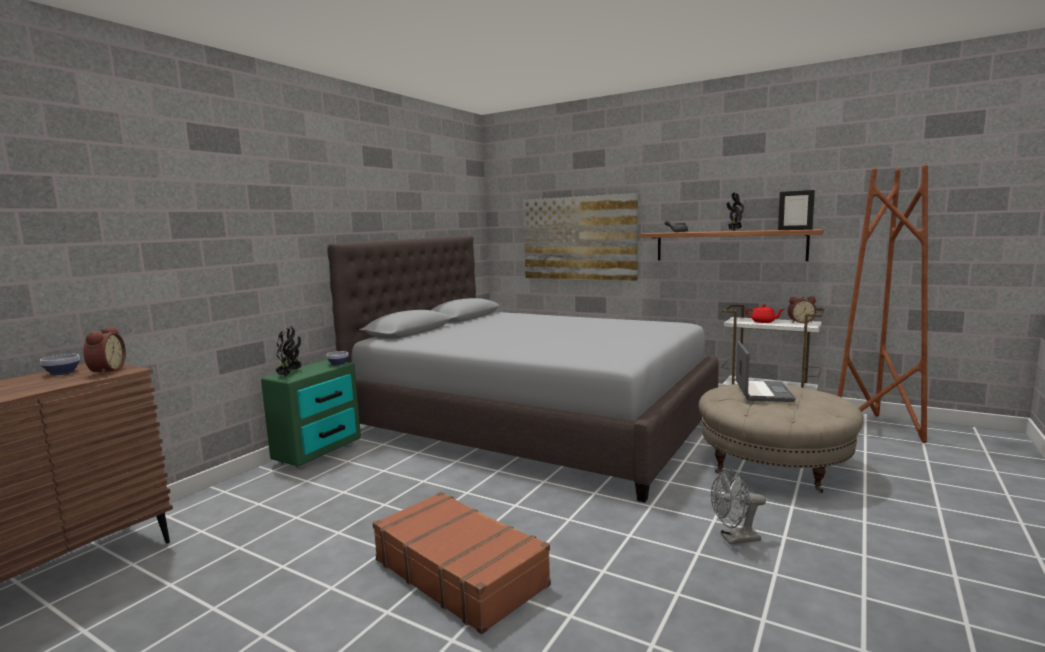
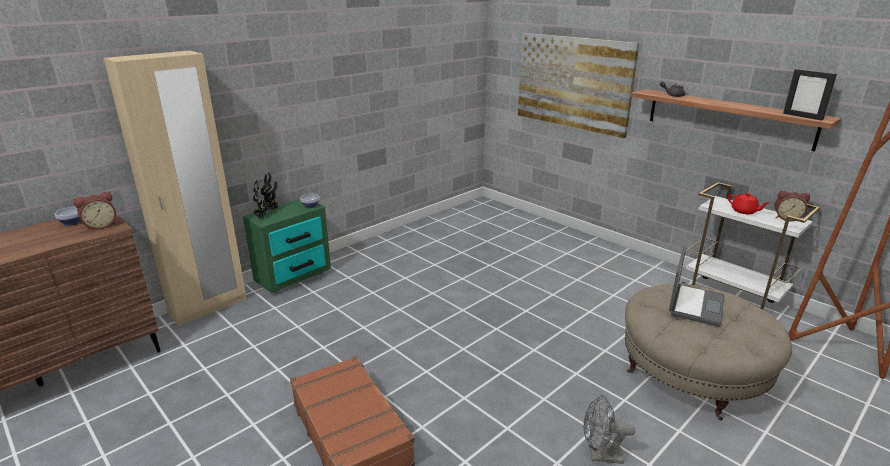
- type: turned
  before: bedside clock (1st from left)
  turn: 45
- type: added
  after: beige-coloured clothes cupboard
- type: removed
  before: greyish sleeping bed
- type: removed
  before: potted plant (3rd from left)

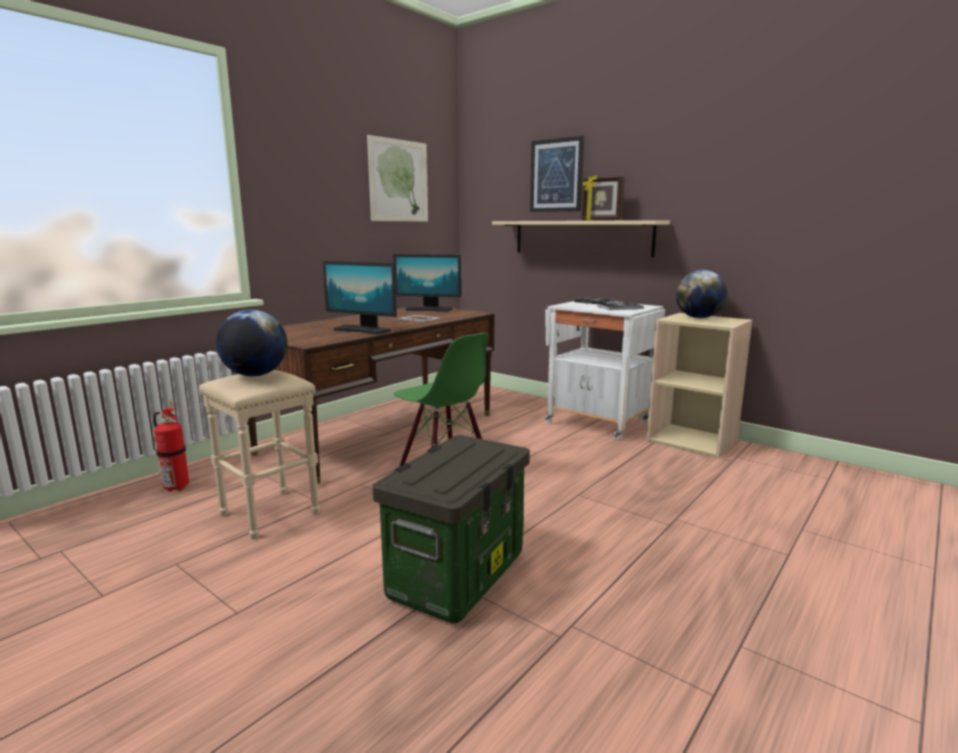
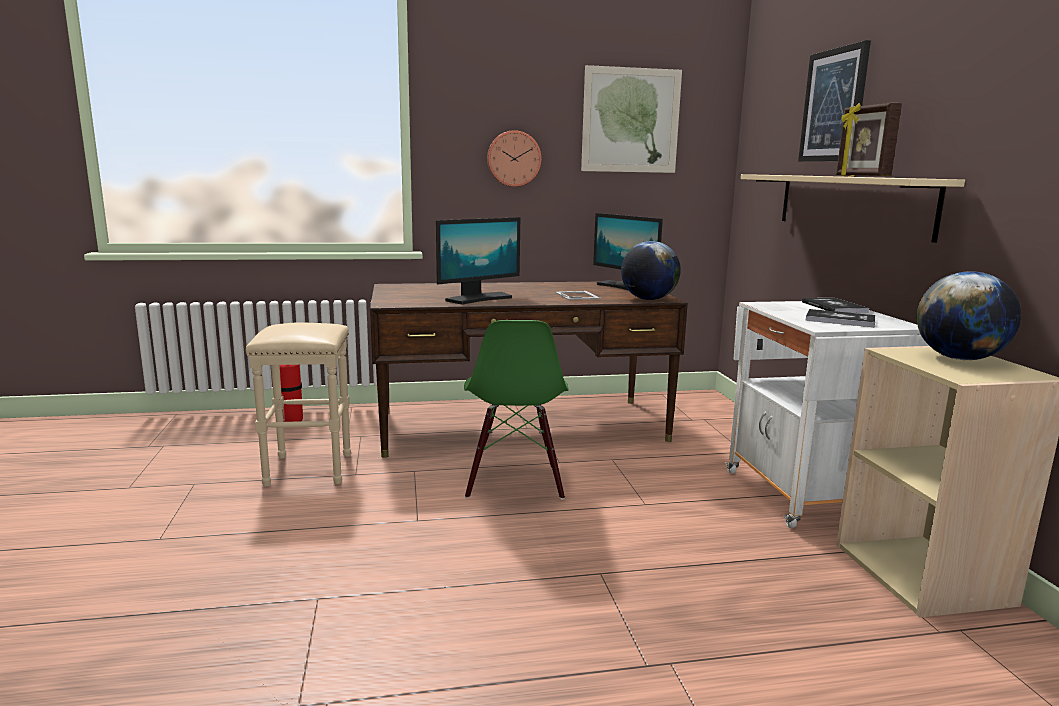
- type: turned
  before: monitor (1st from left)
  turn: -105
- type: added
  after: clock on the wall
- type: moved
  before: desk globe (1st from left)
- type: removed
  before: storage box

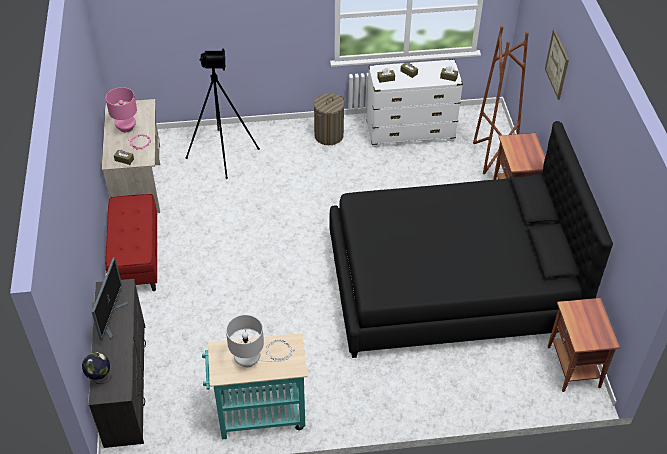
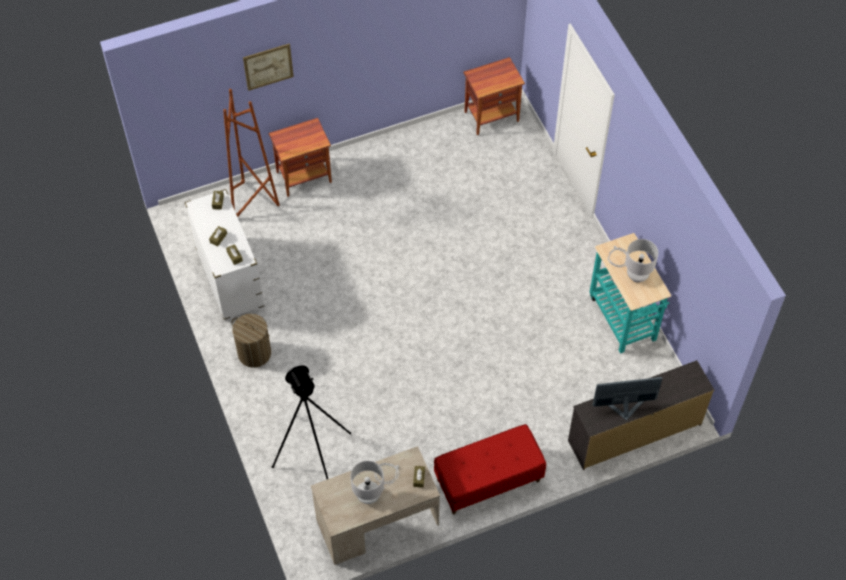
- type: recoloured
  before: pinkish lamp for a table
  after: white lamp for a table (1st from left)
- type: removed
  before: desk globe
- type: removed
  before: blackish sleeping bed

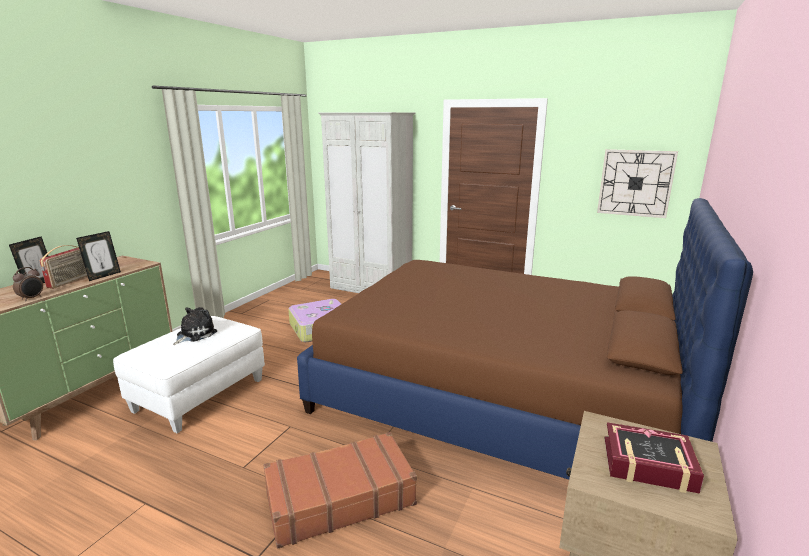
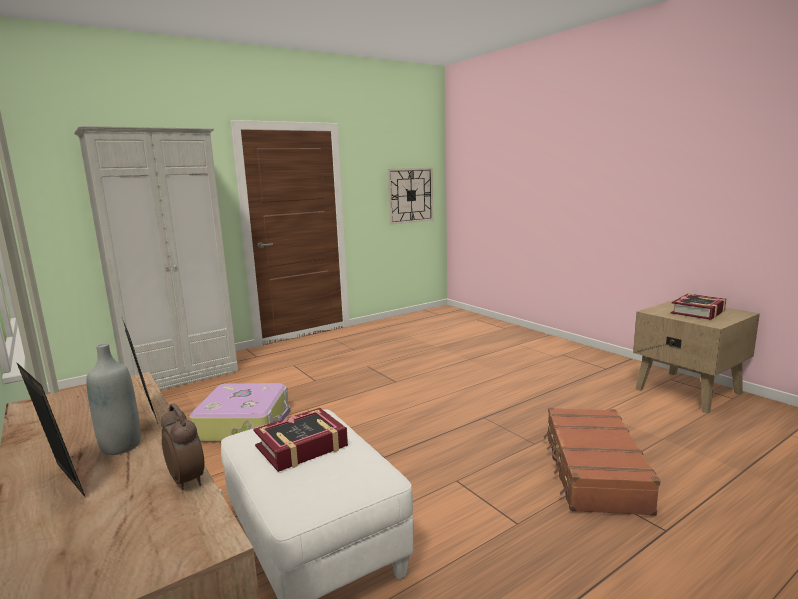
- type: replaced
  before: radio
  after: greyish beverage bottle
- type: replaced
  before: plush toy
  after: bound book (1st from left)
- type: removed
  before: brownish sleeping bed

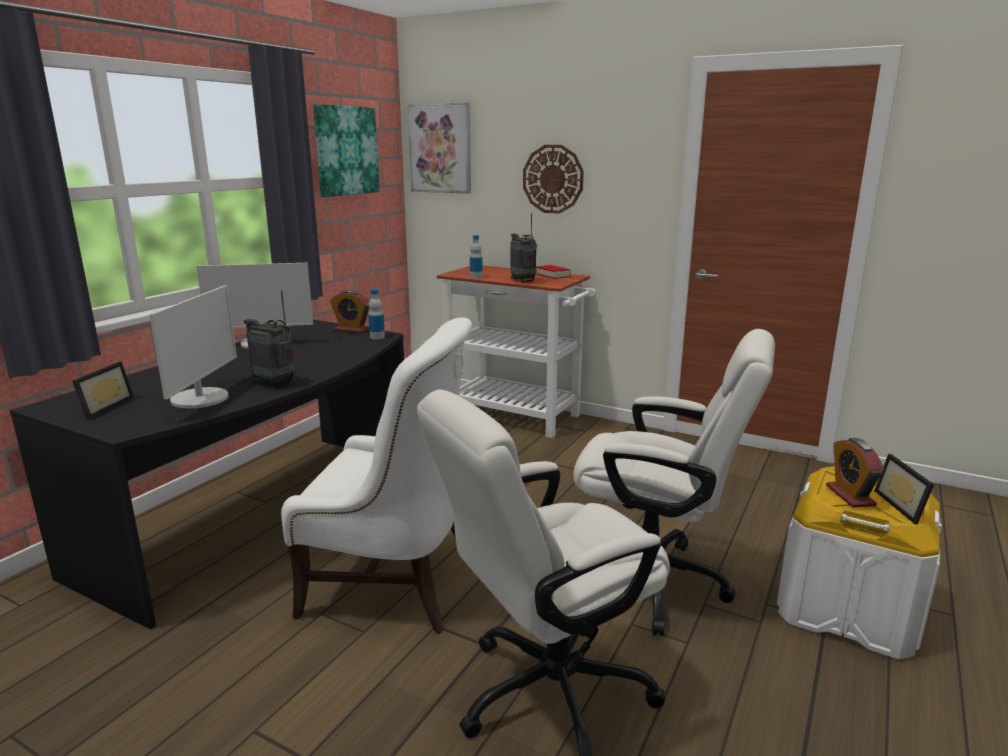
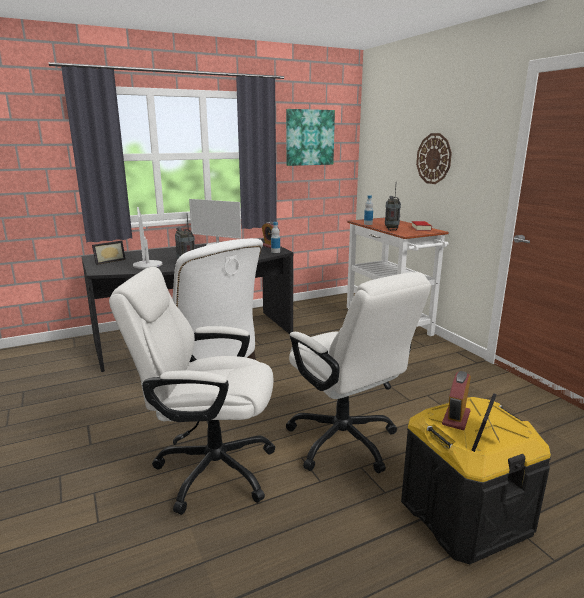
- type: turned
  before: monitor (1st from left)
  turn: 120
- type: recoloured
  before: white storage box
  after: blackish storage box
- type: removed
  before: picture (2nd from left)

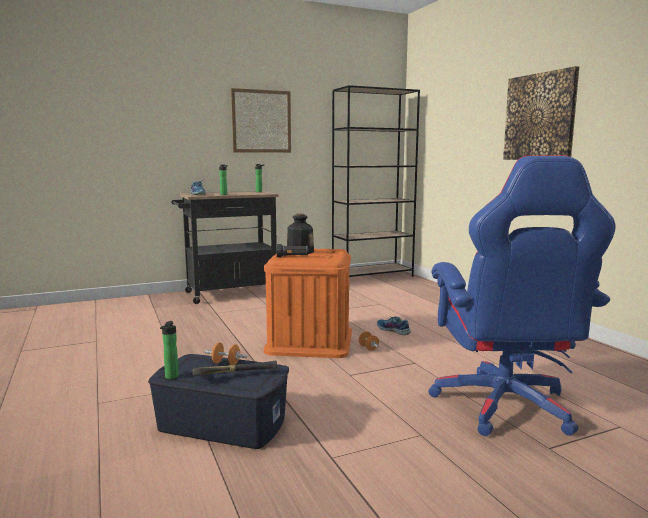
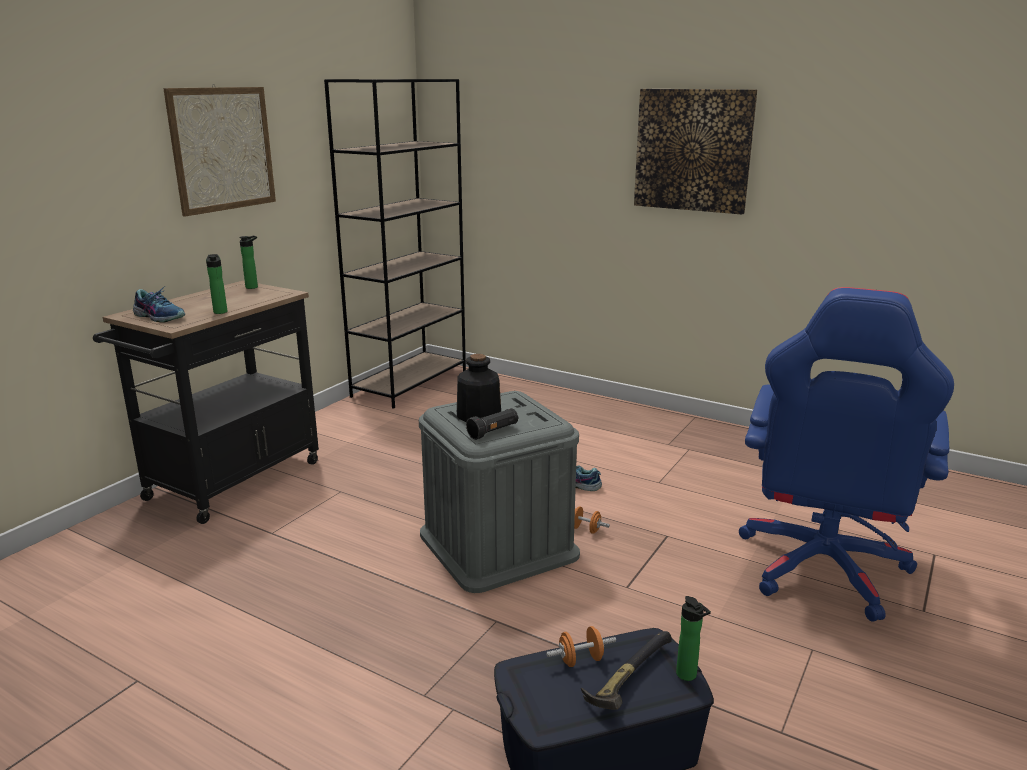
- type: recoloured
  before: orange-coloured storage box
  after: greyish storage box
- type: moved
  before: beverage bottle (1st from left in the first image)
  after: beverage bottle (4th from left)
- type: turned
  before: blue office chair
  turn: 60

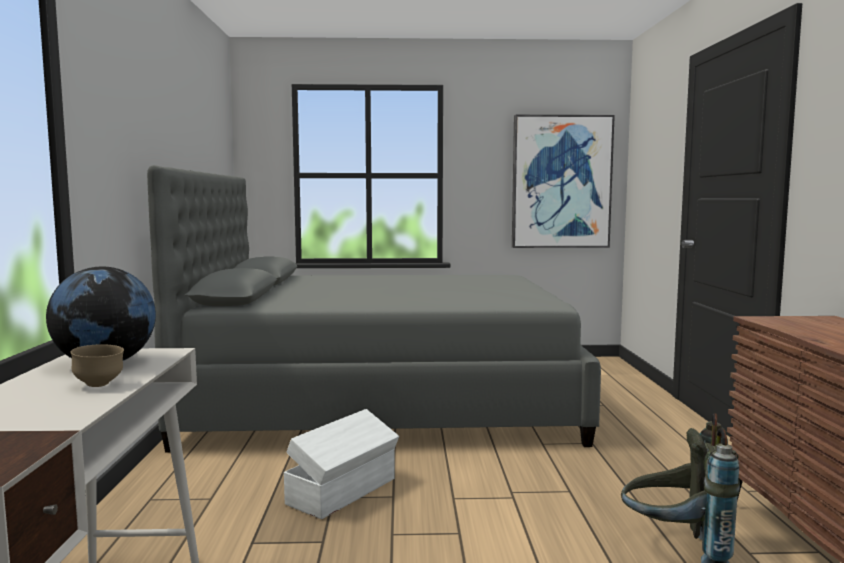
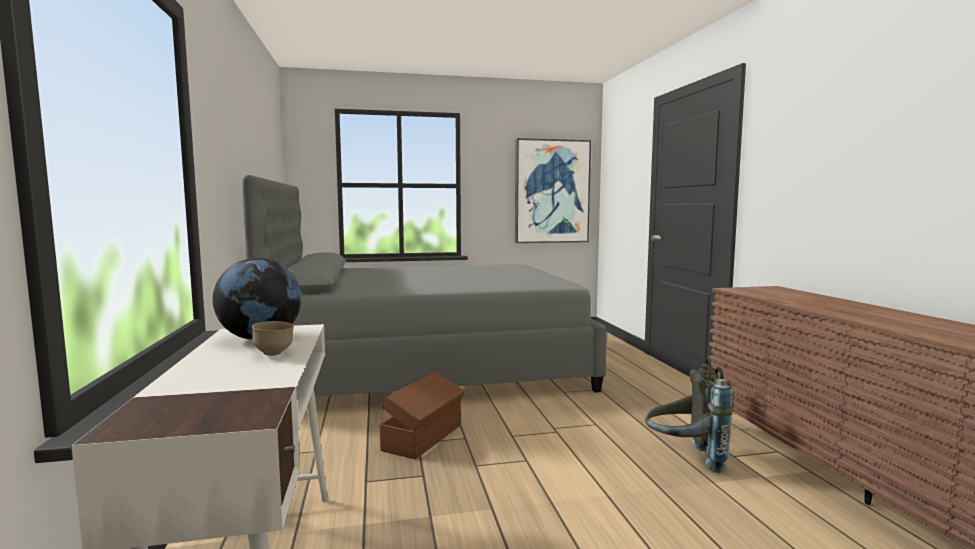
- type: recoloured
  before: white storage box
  after: brownish storage box

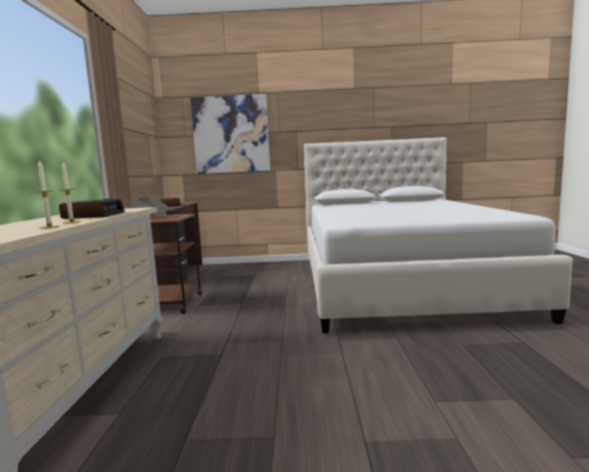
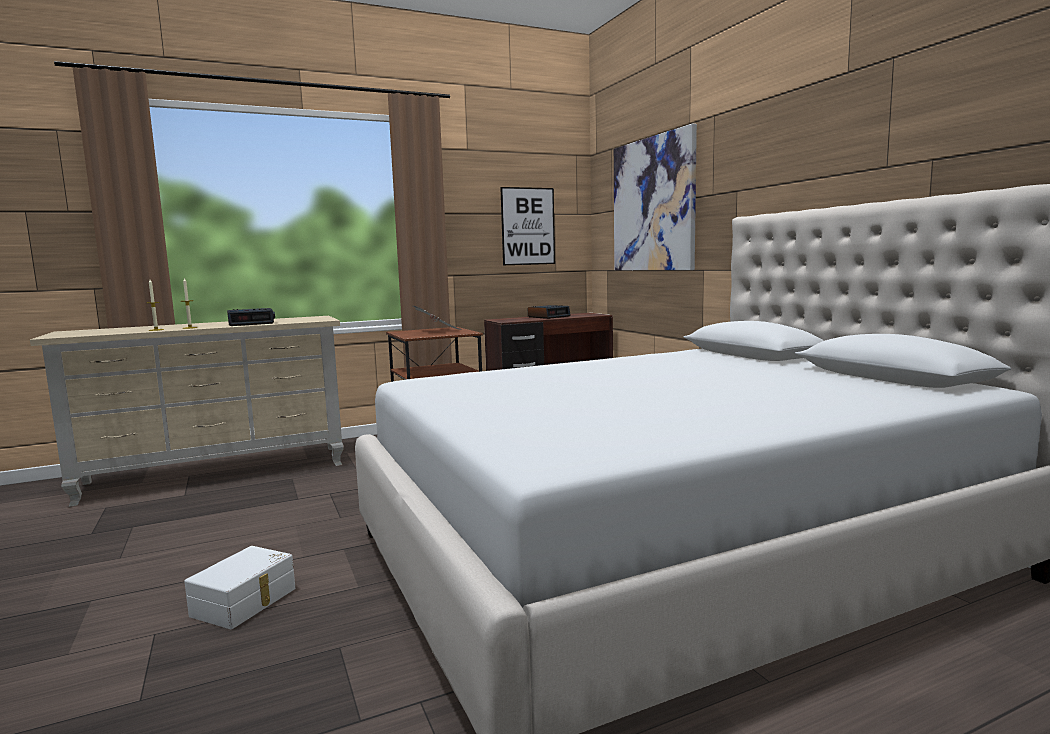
- type: added
  after: white storage box
- type: added
  after: picture (1st from left)

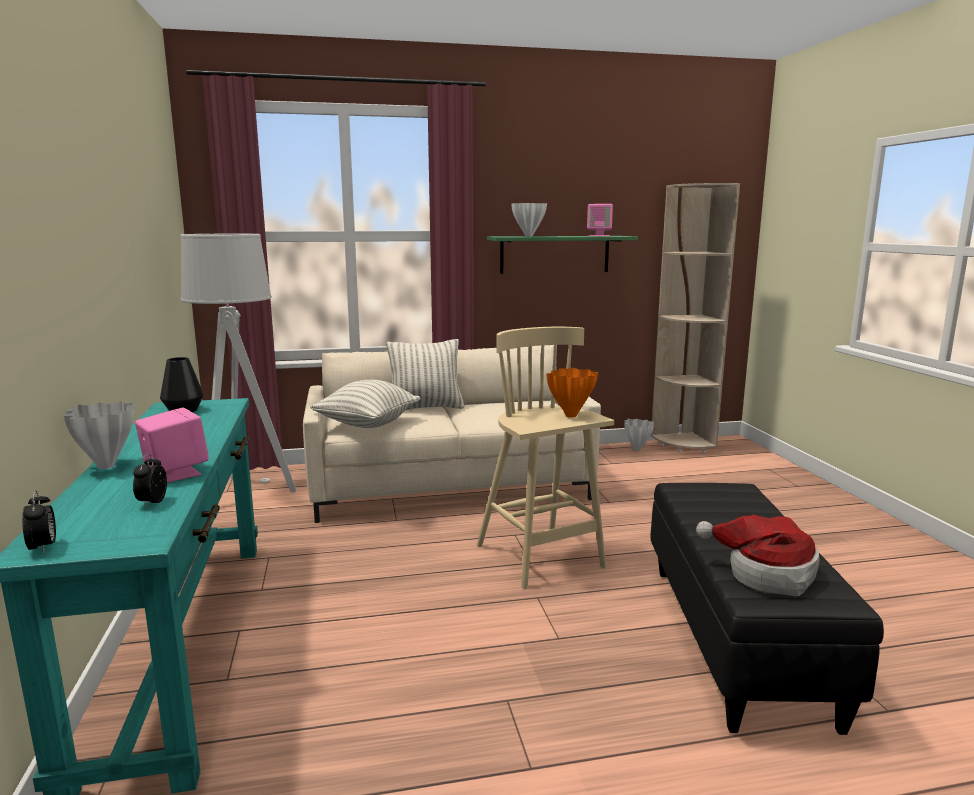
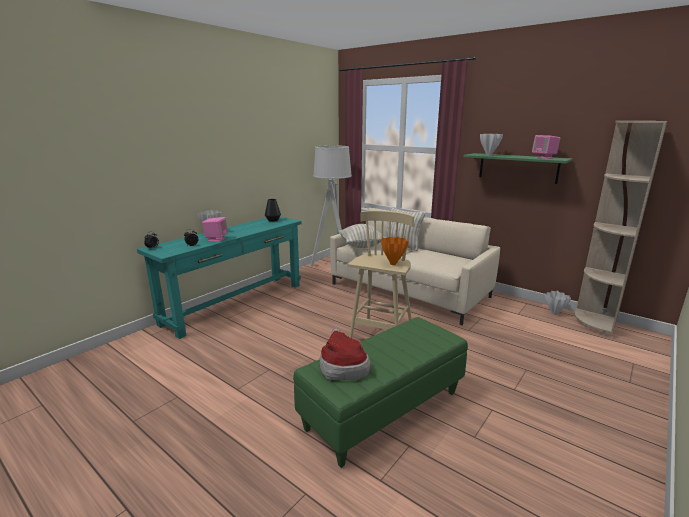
- type: recoloured
  before: blackish footrest
  after: green footrest

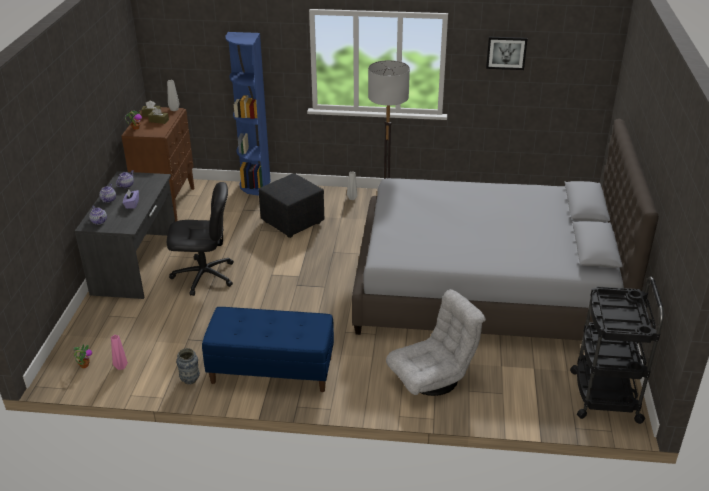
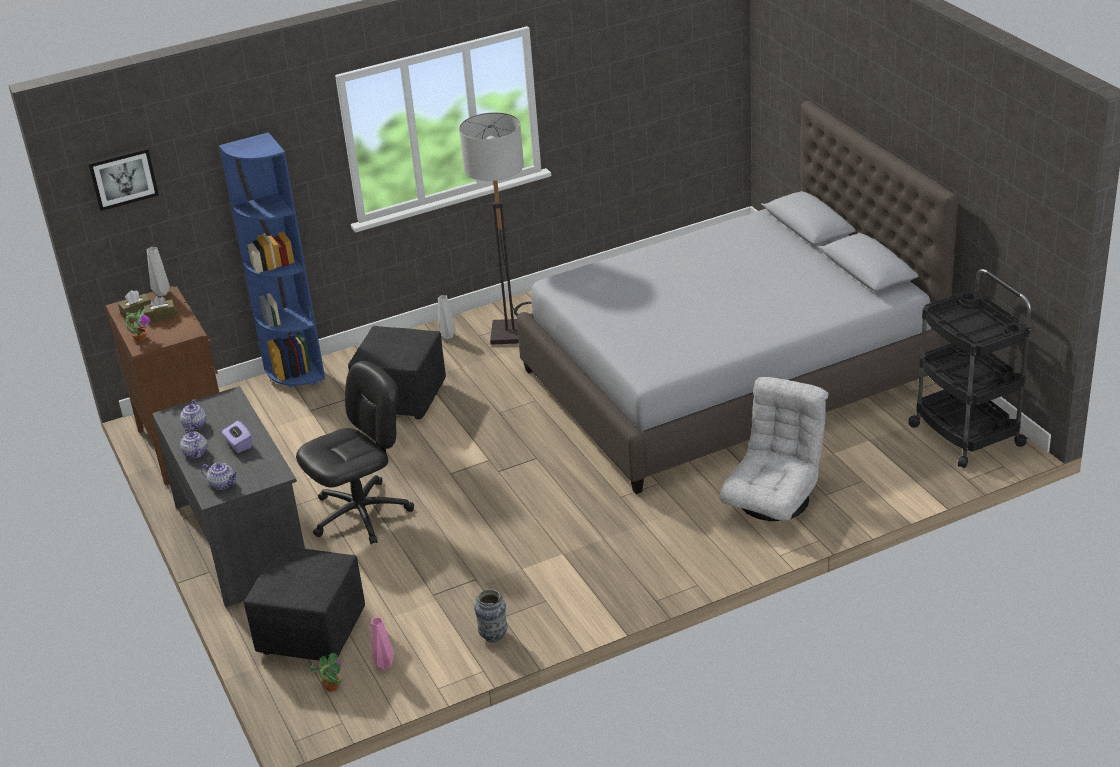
- type: moved
  before: picture
- type: added
  after: blackish footrest (1st from left)
- type: removed
  before: blue indoor bench

